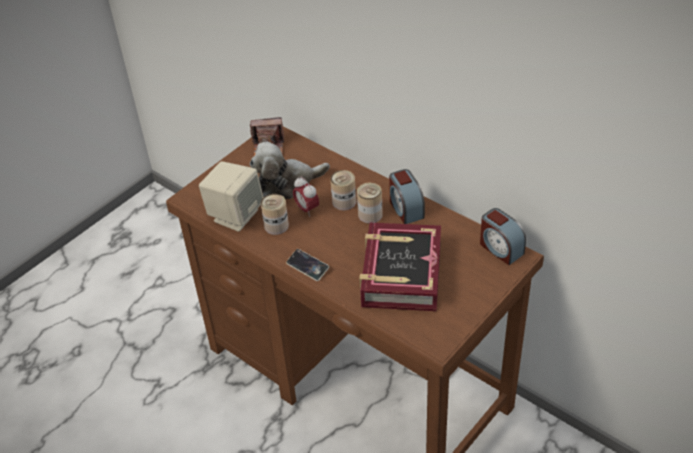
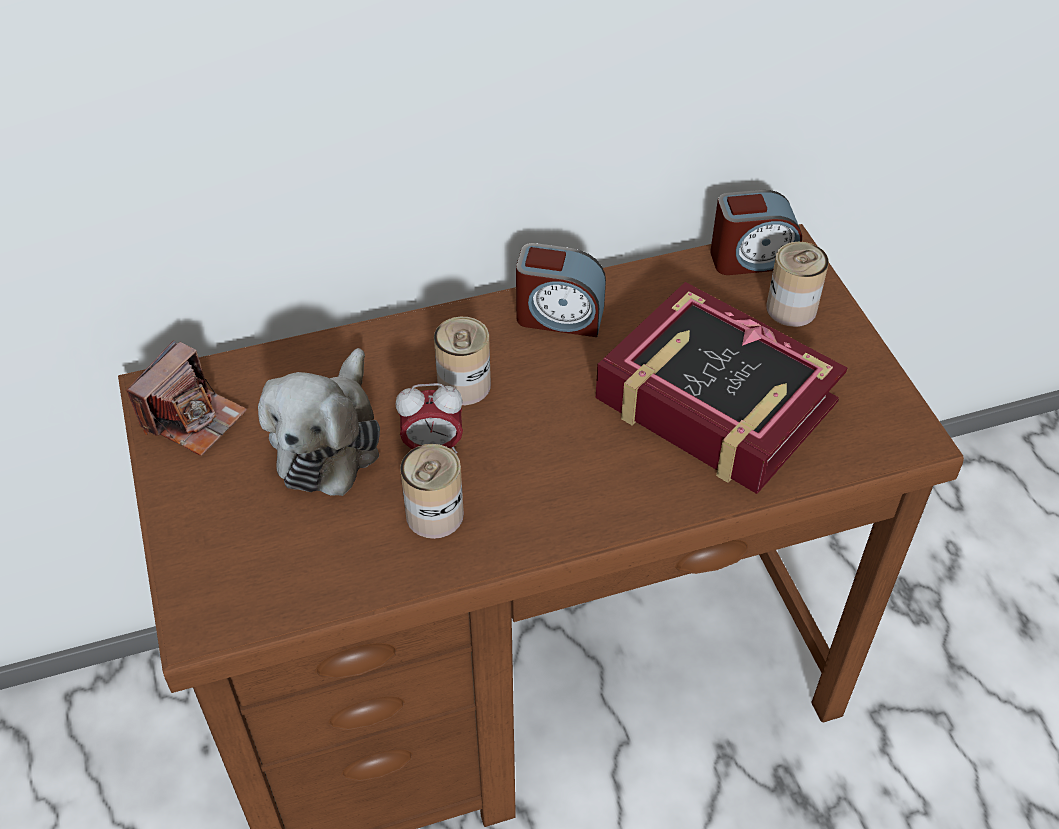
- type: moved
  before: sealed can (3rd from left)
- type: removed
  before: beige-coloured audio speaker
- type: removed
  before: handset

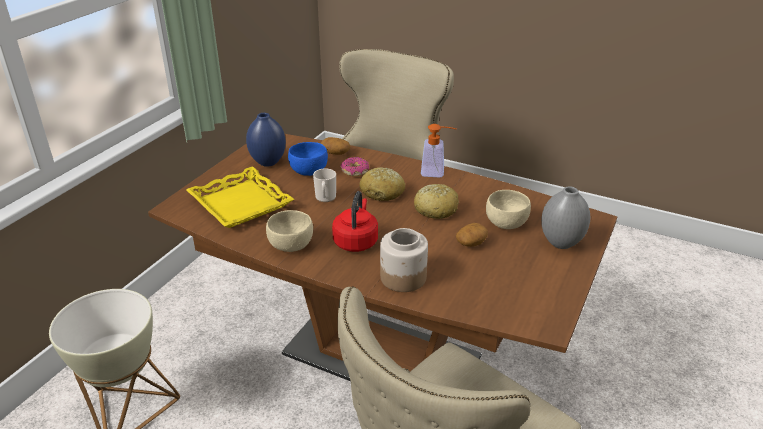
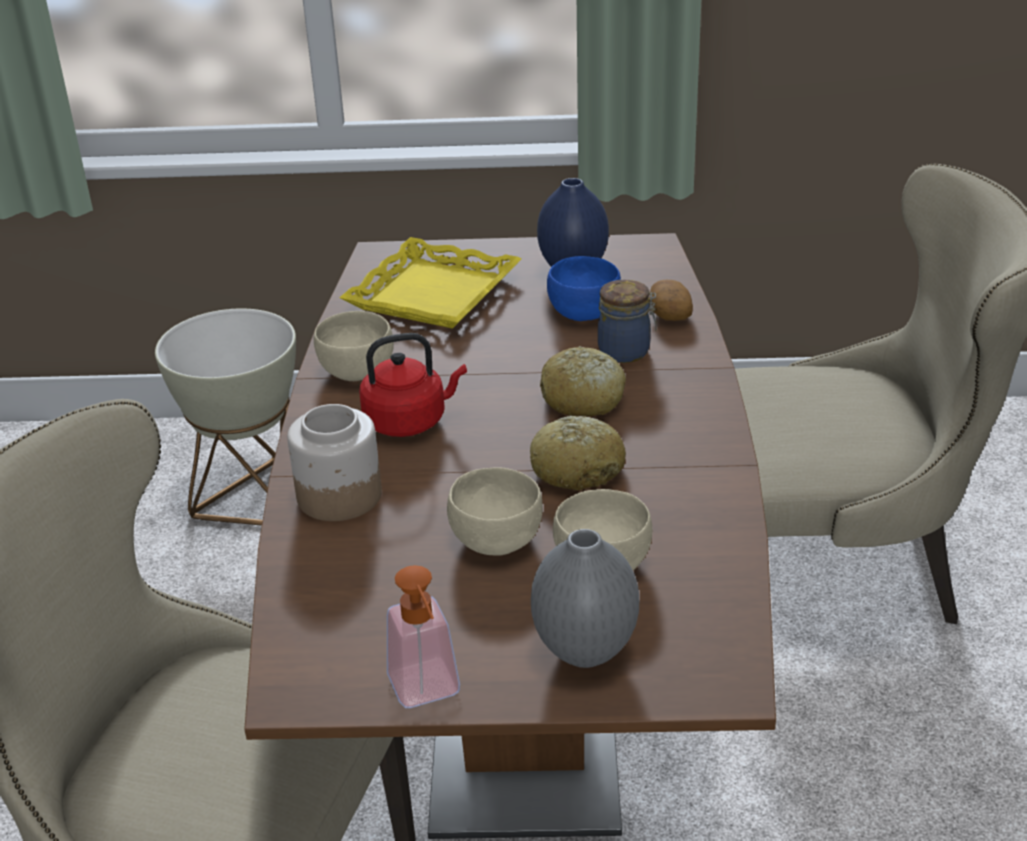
- type: moved
  before: soap bottle
- type: replaced
  before: whole potato (2nd from left)
  after: beige-coloured bowl (2nd from left)
- type: replaced
  before: ring doughnut
  after: jar (2nd from left)
- type: removed
  before: coffee mug

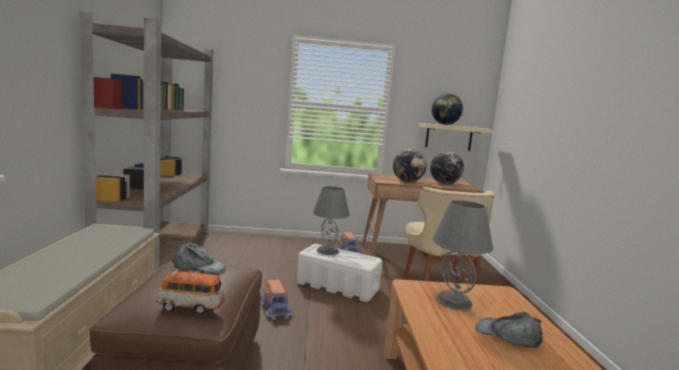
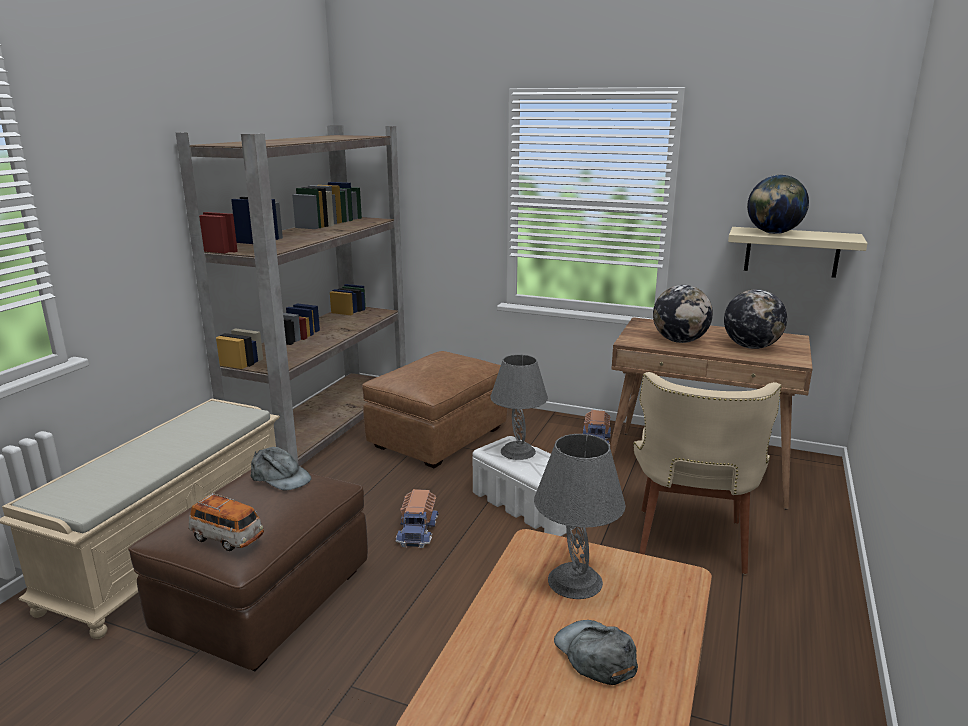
- type: added
  after: brownish footrest (2nd from left)

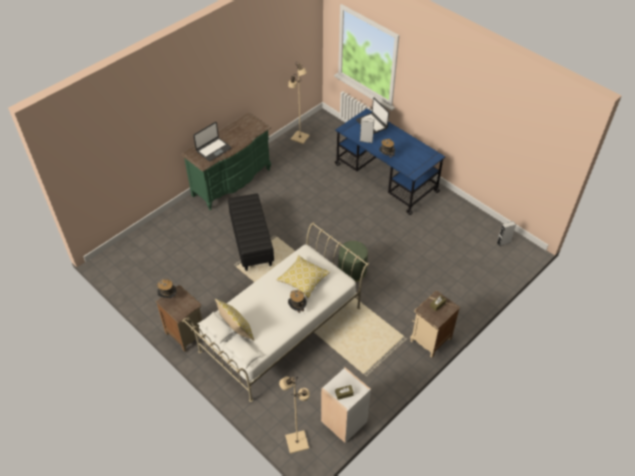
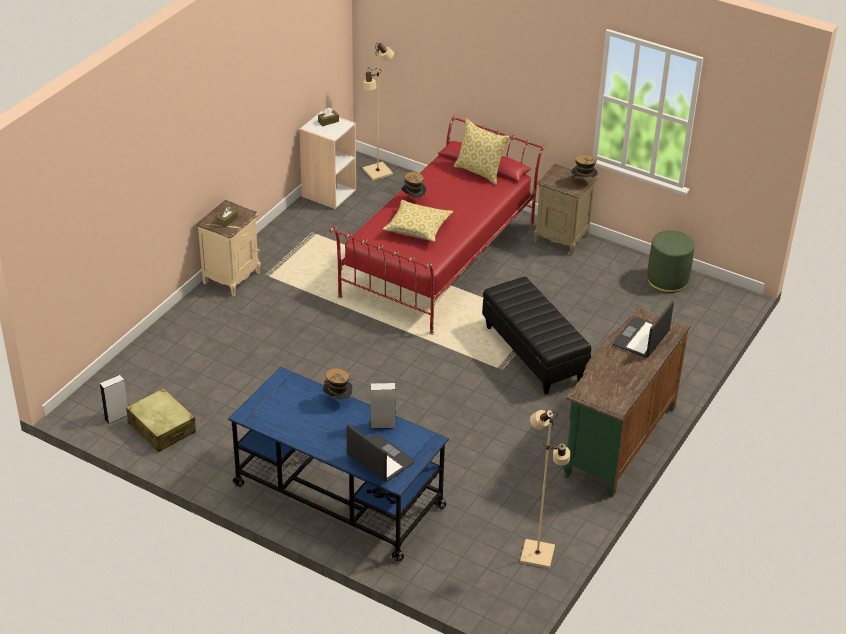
- type: added
  after: beige-coloured travel case
- type: recoloured
  before: white sleeping bed
  after: reddish sleeping bed
- type: moved
  before: green footrest

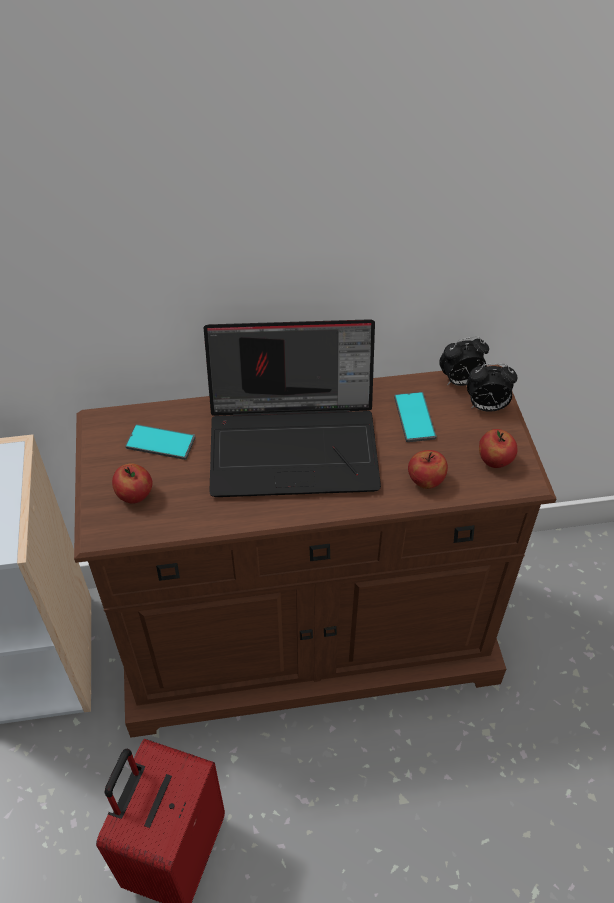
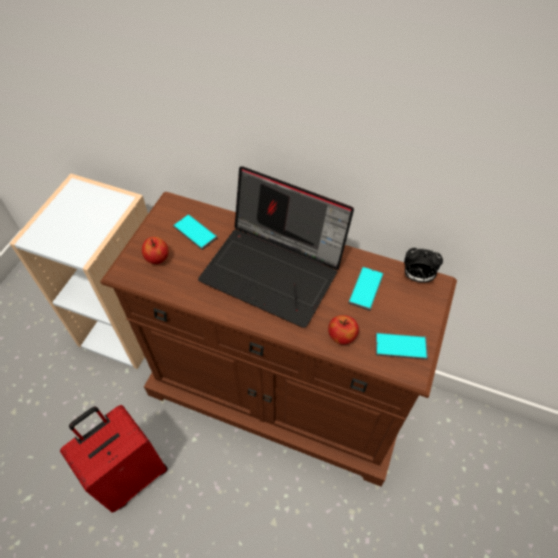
- type: replaced
  before: whole apple (3rd from left)
  after: handset (3rd from left)
- type: removed
  before: bedside clock (2nd from left)

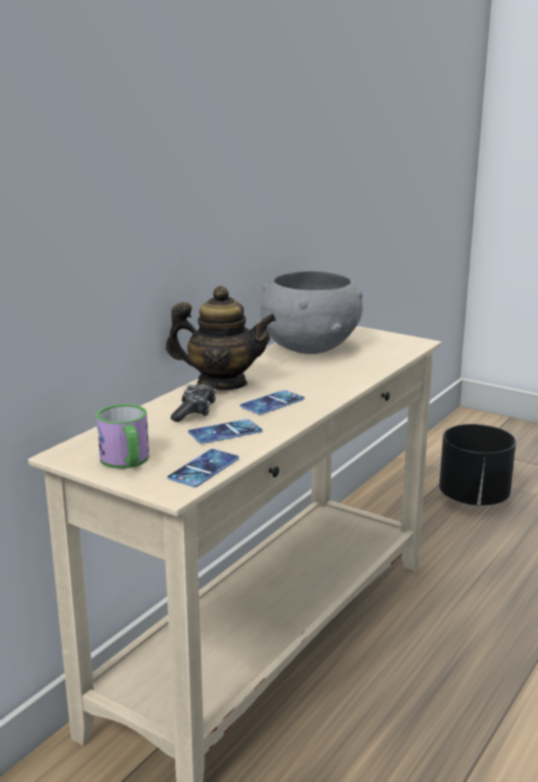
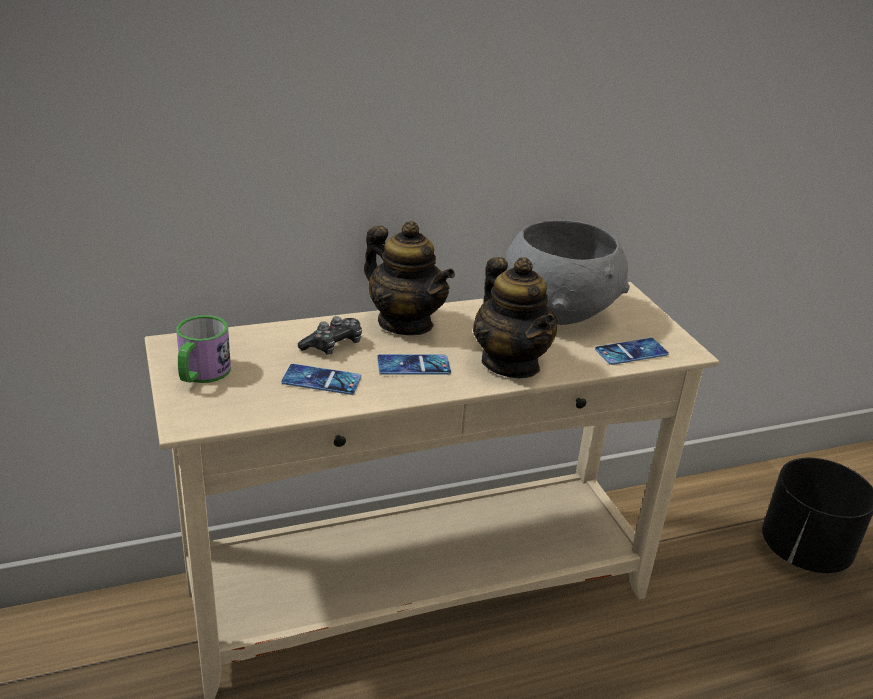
- type: added
  after: pot for tea (2nd from left)
- type: moved
  before: handset (1st from left in the first image)
  after: handset (3rd from left)

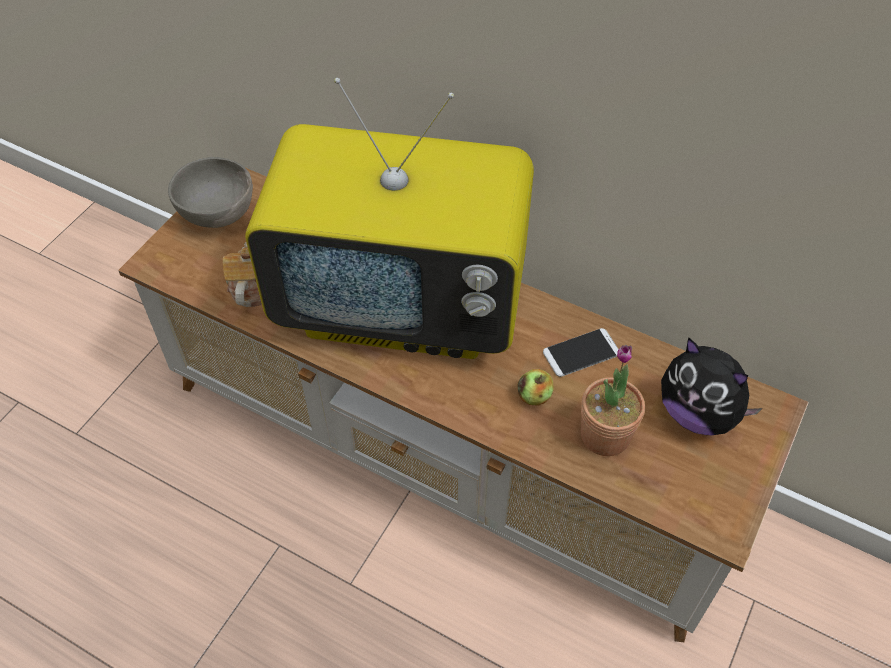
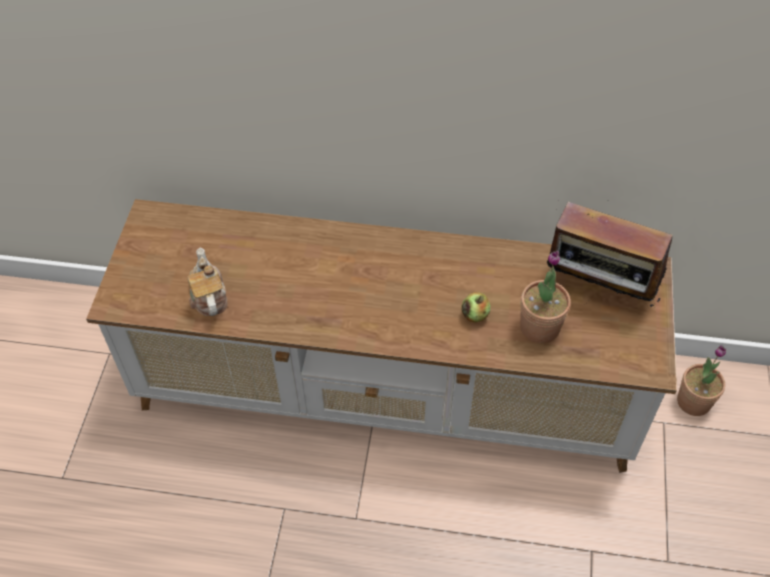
- type: replaced
  before: plush toy
  after: radio
- type: added
  after: potted plant (2nd from left)
- type: removed
  before: greyish bowl
- type: removed
  before: television
- type: removed
  before: handset

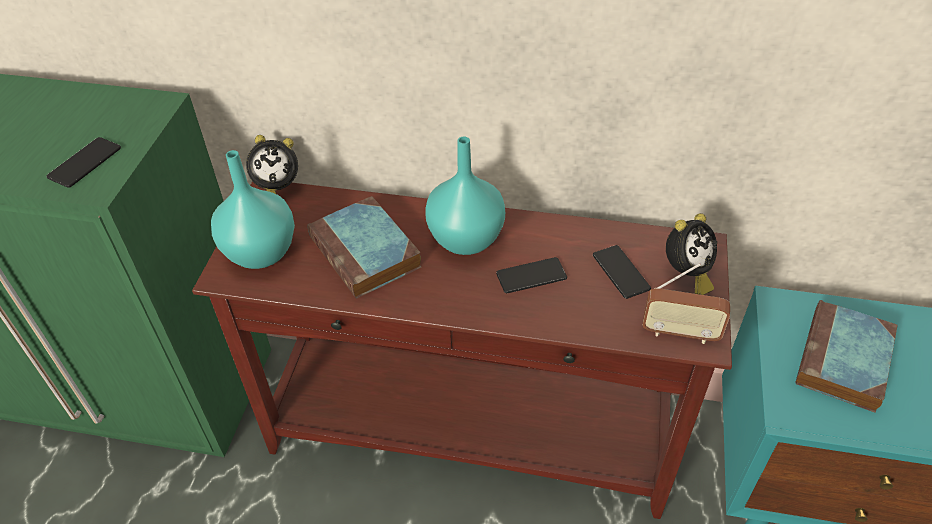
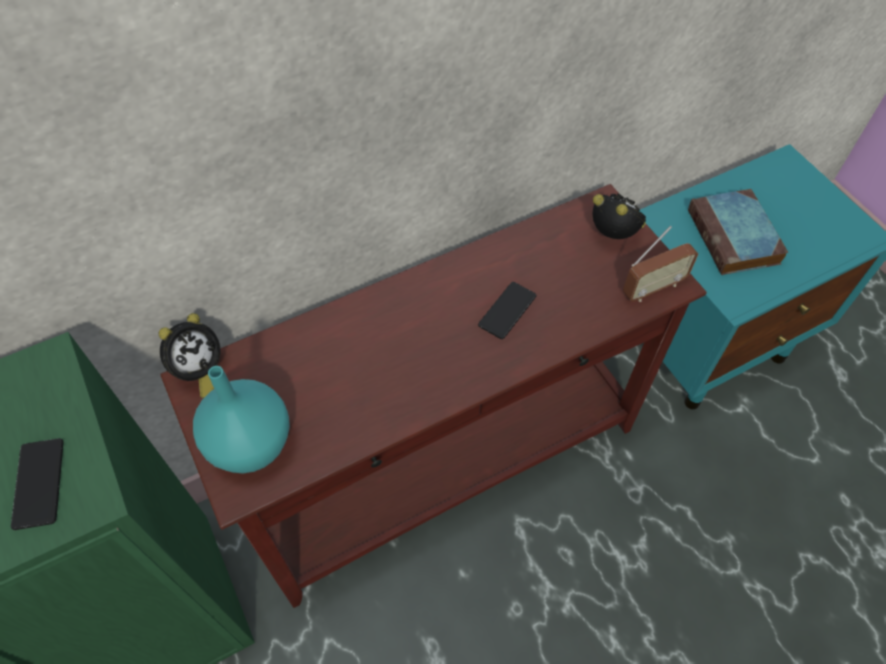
- type: turned
  before: bedside clock (2nd from left)
  turn: -60
- type: removed
  before: bound book (1st from left)
- type: removed
  before: turquoise-coloured vase (2nd from left)
- type: removed
  before: handset (3rd from left)

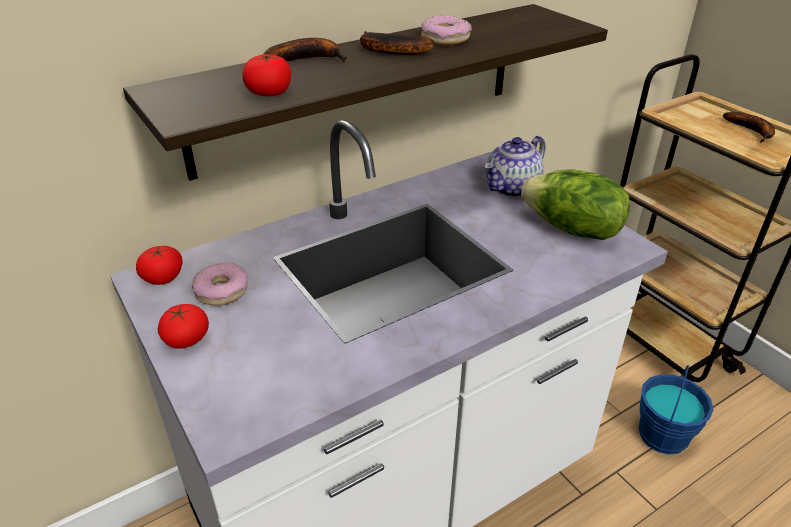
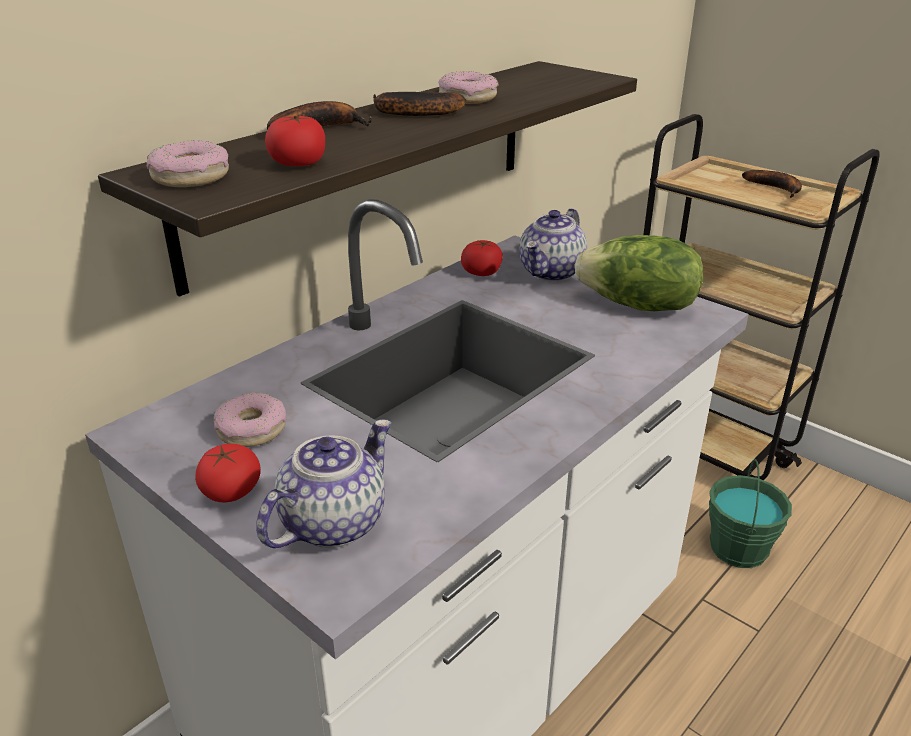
- type: added
  after: ring doughnut (1st from left)
- type: added
  after: pot for tea (1st from left)
- type: moved
  before: fresh tomato (1st from left in the first image)
  after: fresh tomato (3rd from left)
- type: recoloured
  before: blue bucket
  after: green bucket

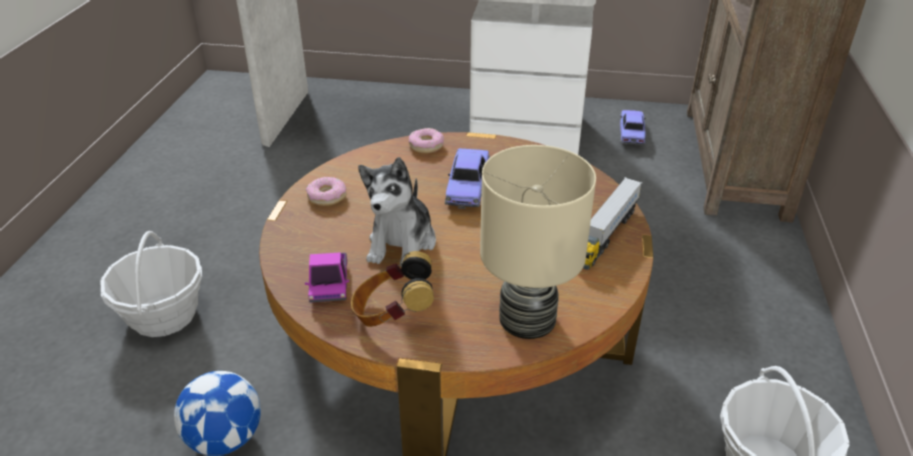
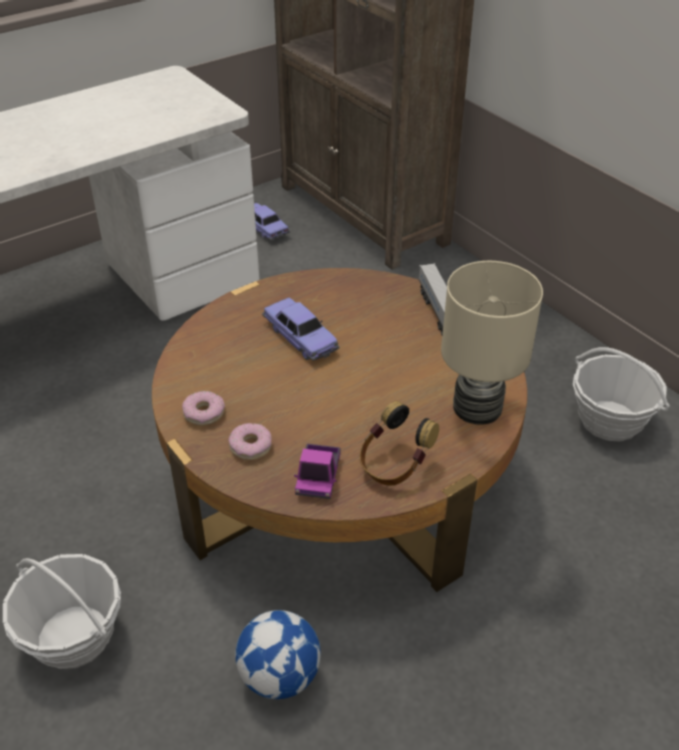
- type: moved
  before: ring doughnut (2nd from left)
- type: turned
  before: model truck (1st from left)
  turn: 60
- type: removed
  before: plush toy

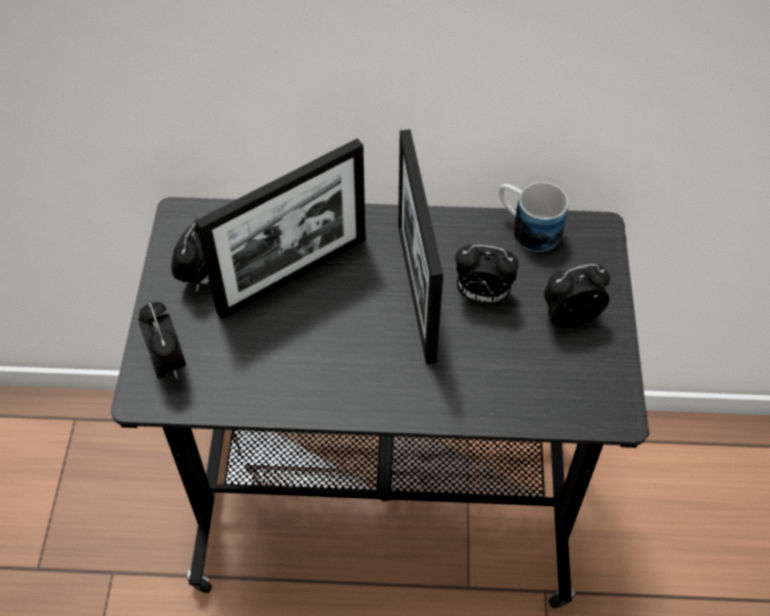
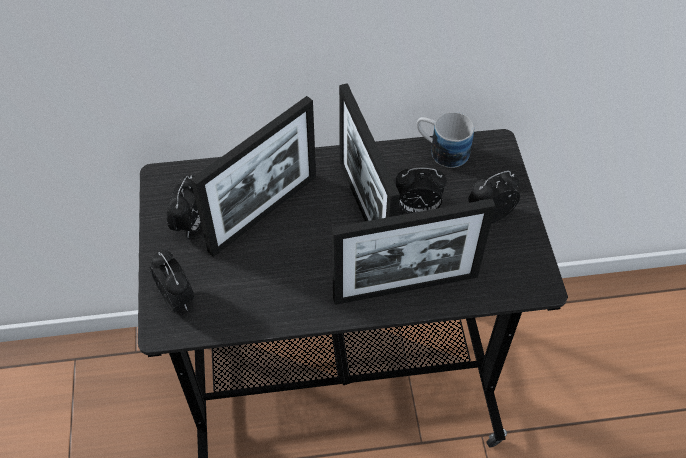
- type: added
  after: picture frame (3rd from left)

